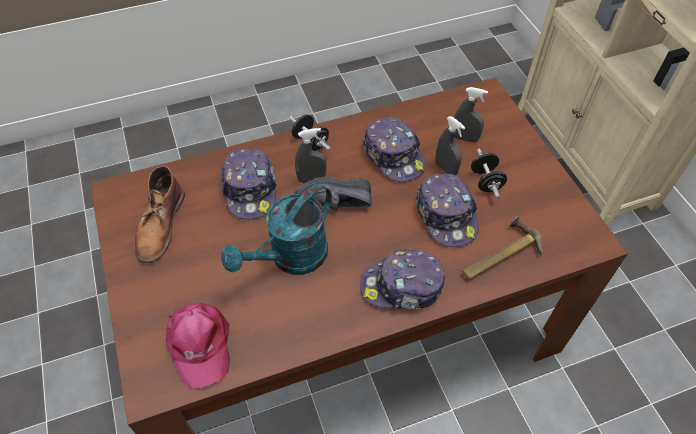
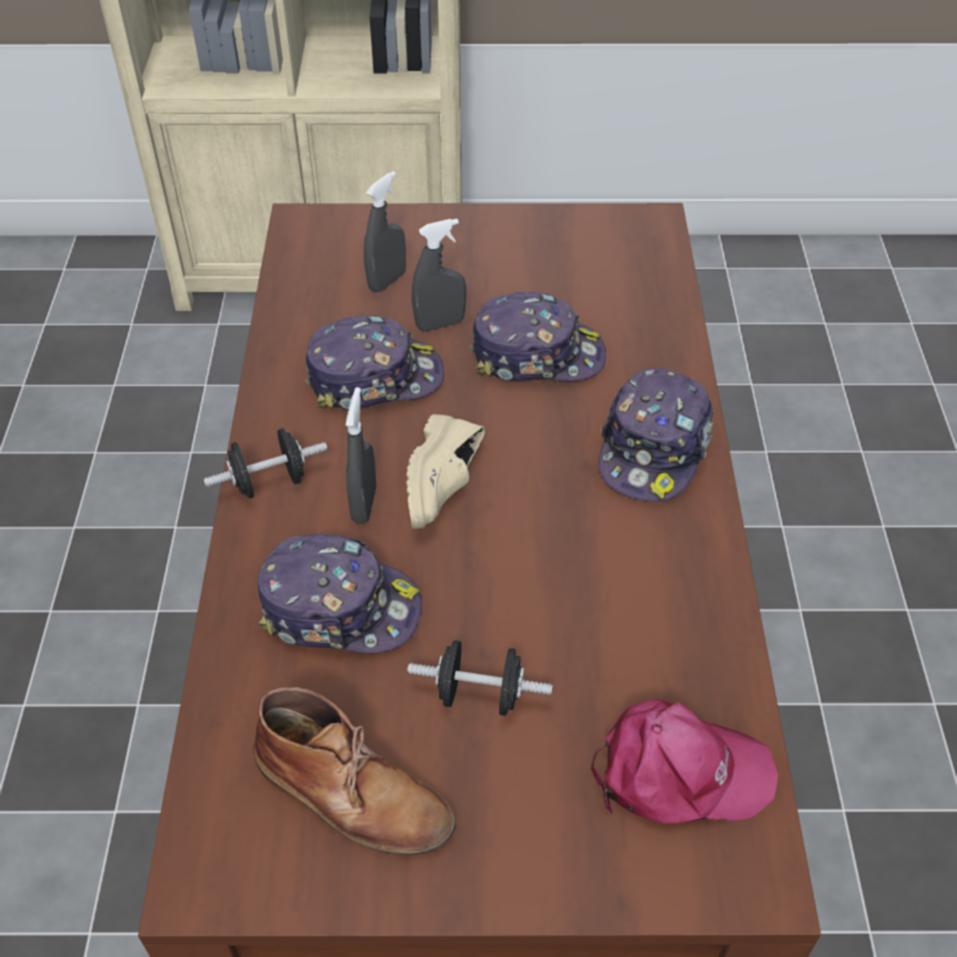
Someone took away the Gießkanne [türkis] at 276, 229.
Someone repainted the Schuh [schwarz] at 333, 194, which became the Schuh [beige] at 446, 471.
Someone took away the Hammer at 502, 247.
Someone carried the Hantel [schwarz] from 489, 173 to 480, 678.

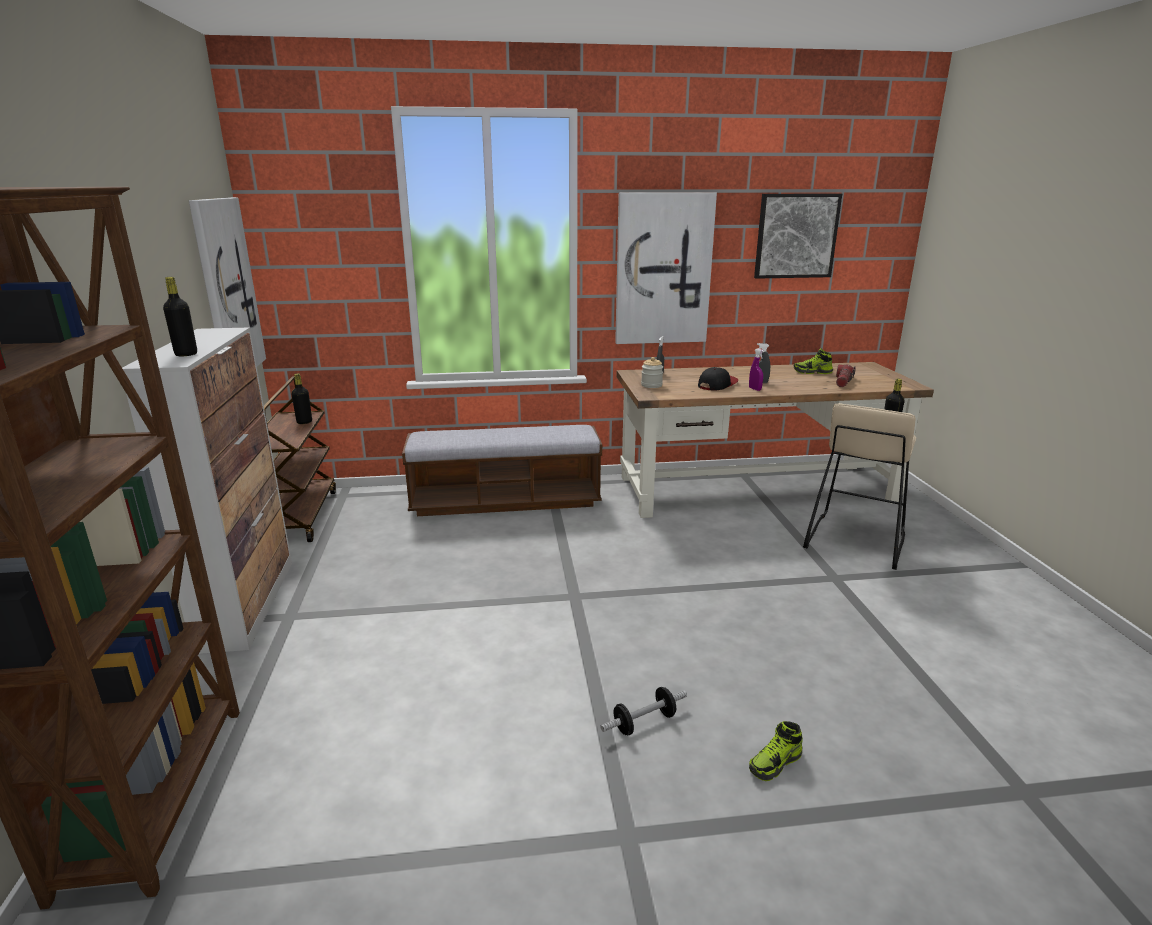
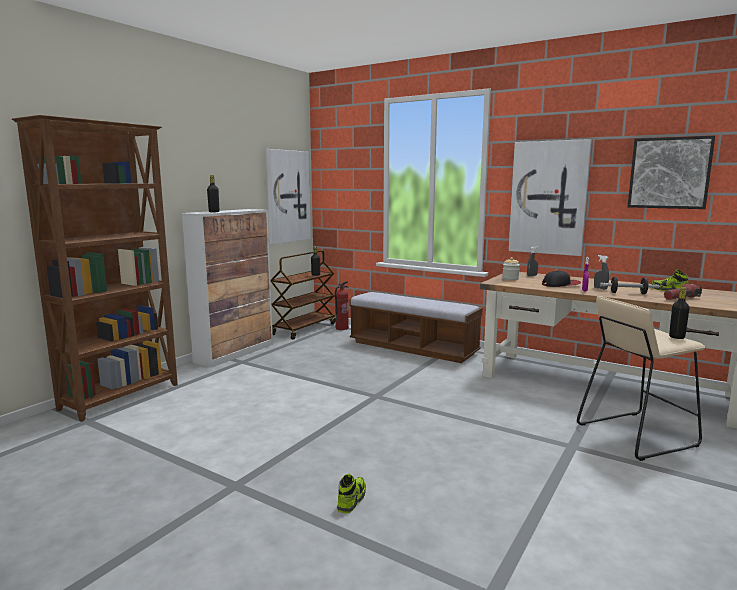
Someone carried the Hantel from 643, 711 to 629, 285.
Someone rotated the Schuh at 776, 751 by 105 degrees clockwise.
Someone put down the Feuerlöscher at 342, 305.

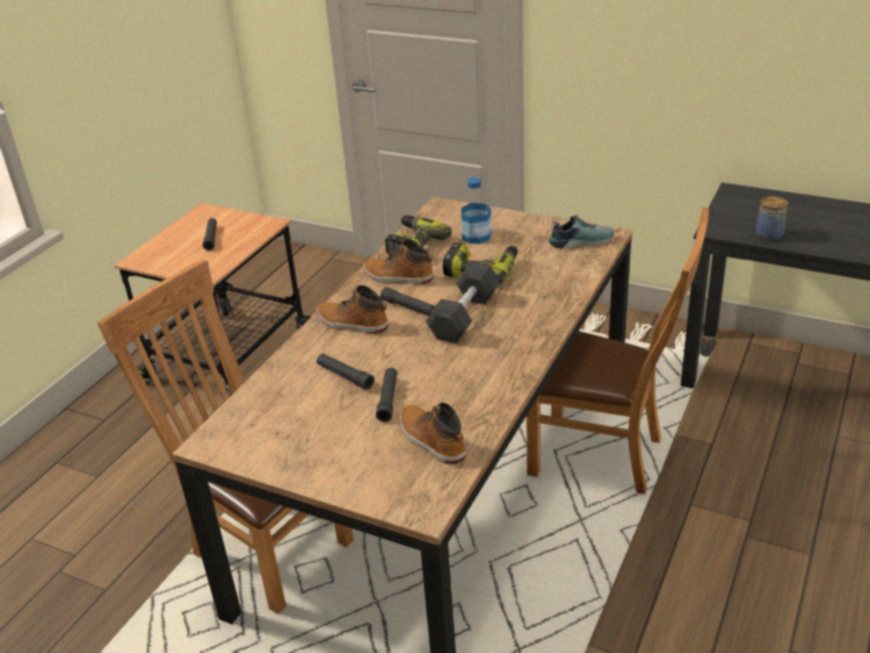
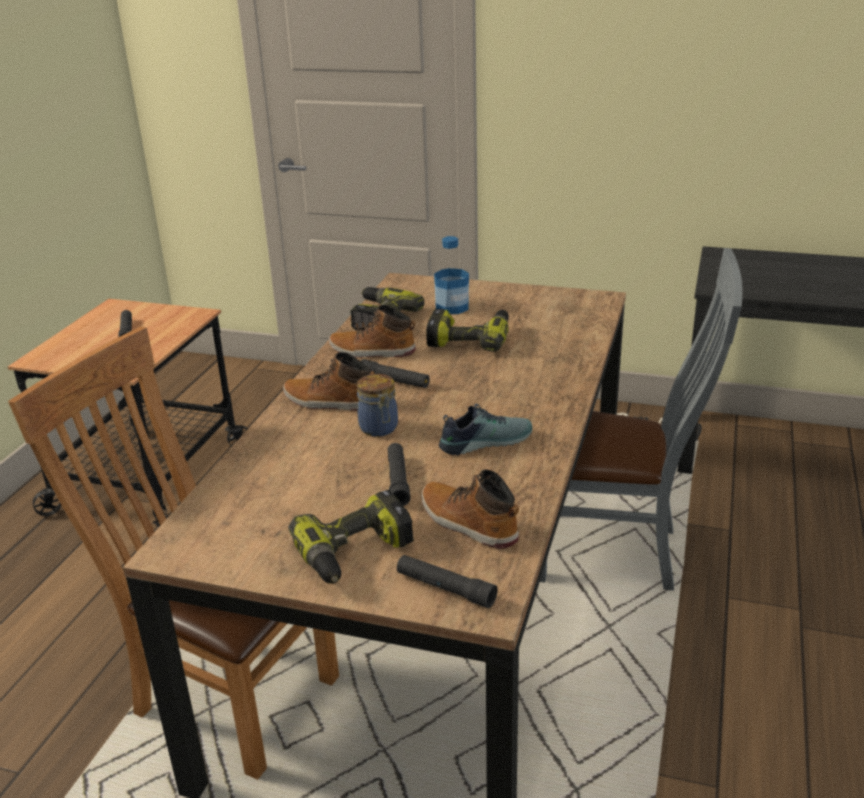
Someone carried the Taschenlampe [schwarz] from 345, 372 to 447, 581.
Someone took away the Hantel [schwarz] at 463, 302.
Someone repainted the Stuhl [braun] at 618, 350, which became the Stuhl [grau] at 641, 419.
Someone carried the Schuh from 581, 232 to 485, 429.
Someone carried the Vorratsglas from 772, 218 to 377, 405.
Someone put down the Bohrmaschine at 351, 537.

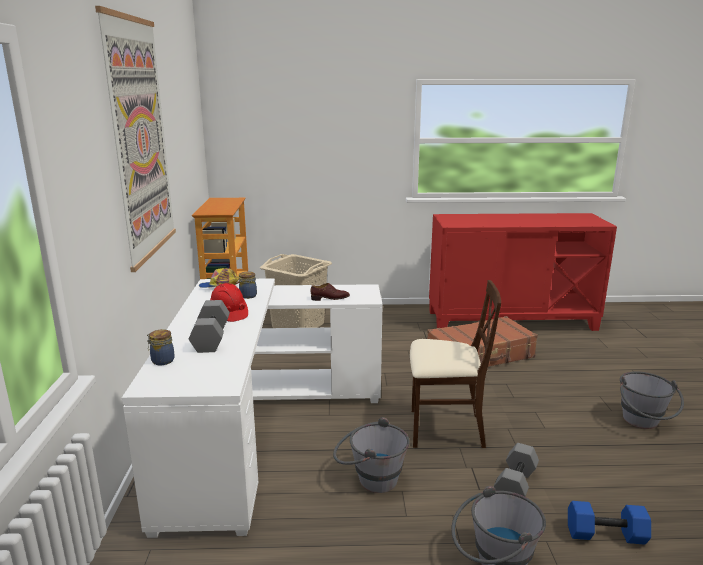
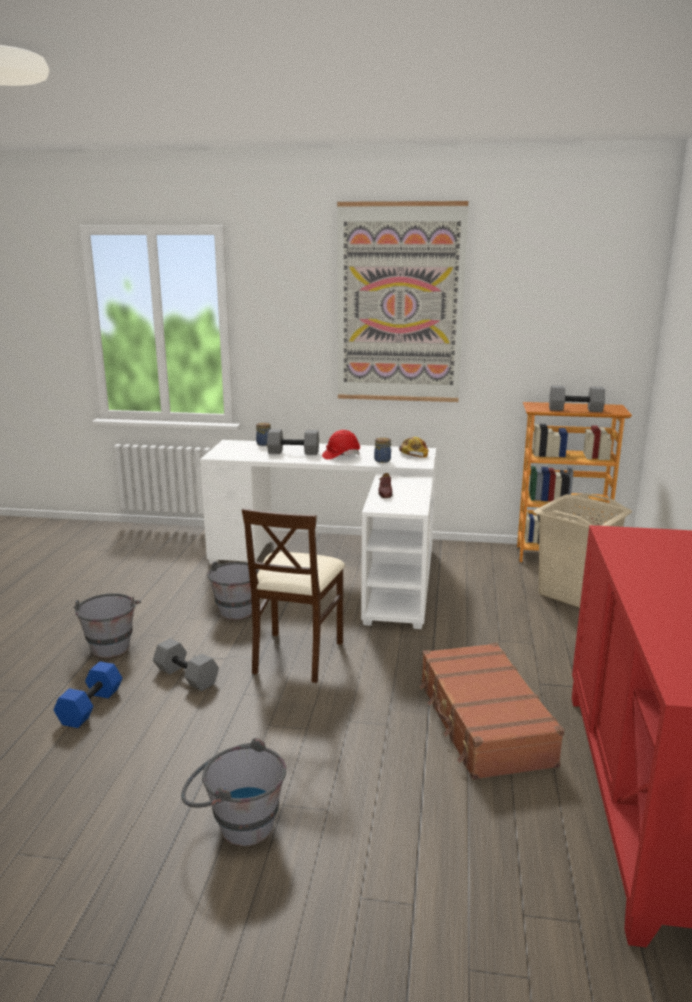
Someone put down the Hantel [grau] at 577, 398.

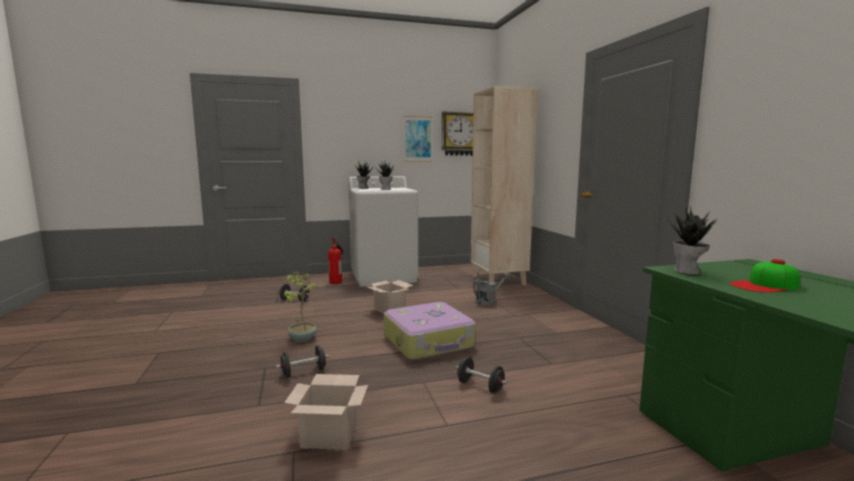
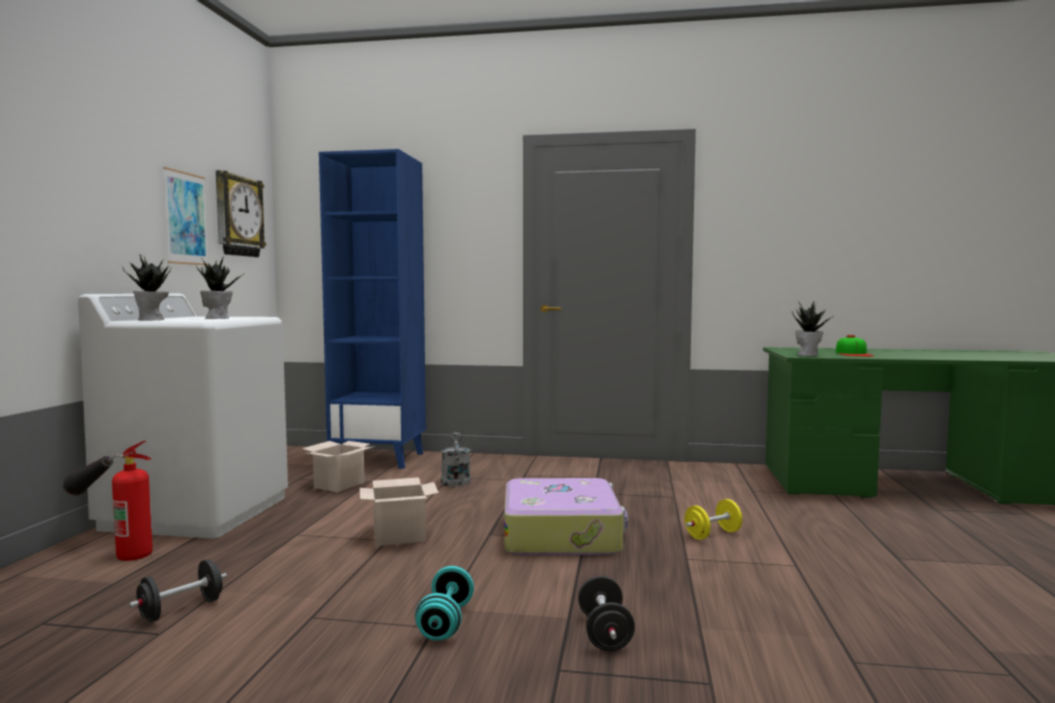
Someone swapped the Topfpflanze at 301, 307 for the Hantel [türkis] at 444, 603.
Someone carried the Karton from 326, 412 to 338, 466.
Someone repainted the Hantel [schwarz] at 481, 375, which became the Hantel [gelb] at 713, 519.
Someone repainted the Bücherregal [beige] at 504, 186, which became the Bücherregal [blau] at 372, 309.

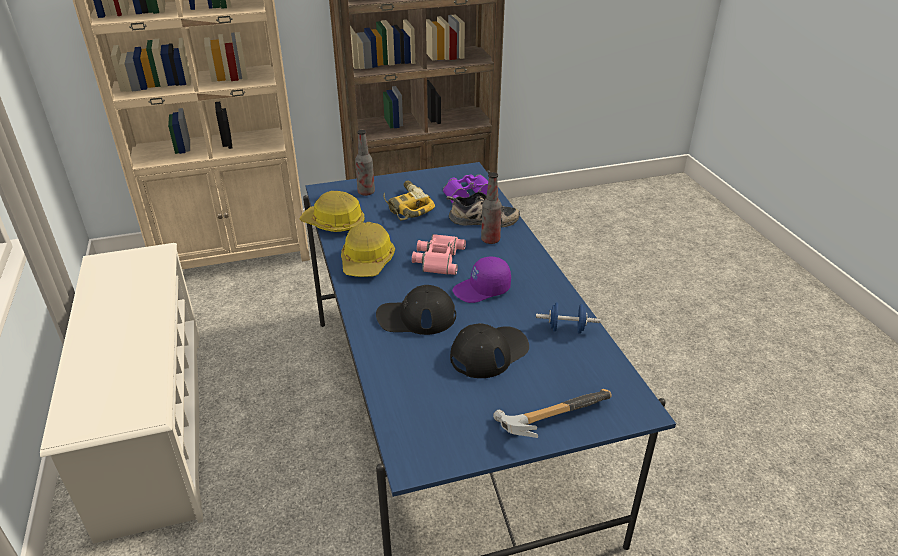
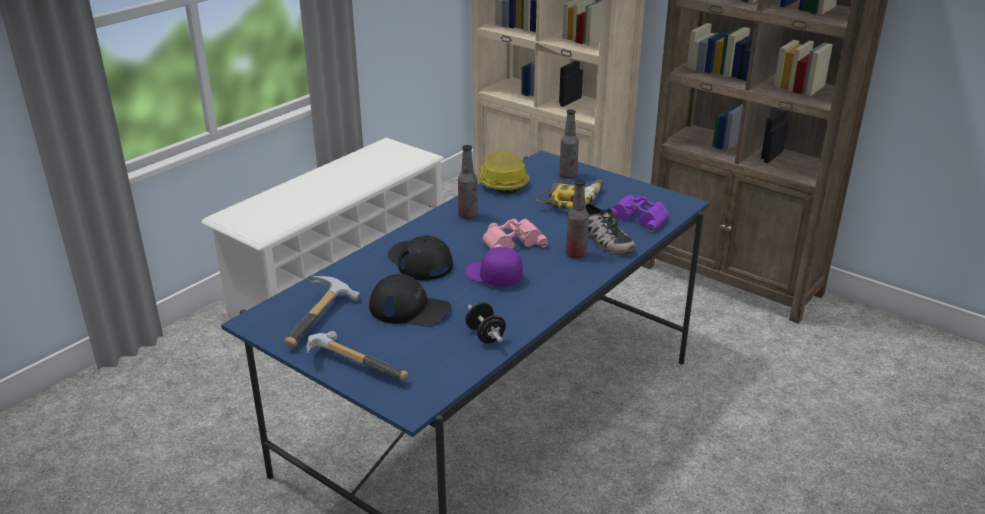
Someone swapped the Schutzhelm at 368, 249 for the Flasche at 468, 182.
Someone repainted the Hantel [blau] at 568, 318, which became the Hantel [schwarz] at 485, 322.
Someone put down the Hammer at 322, 311.

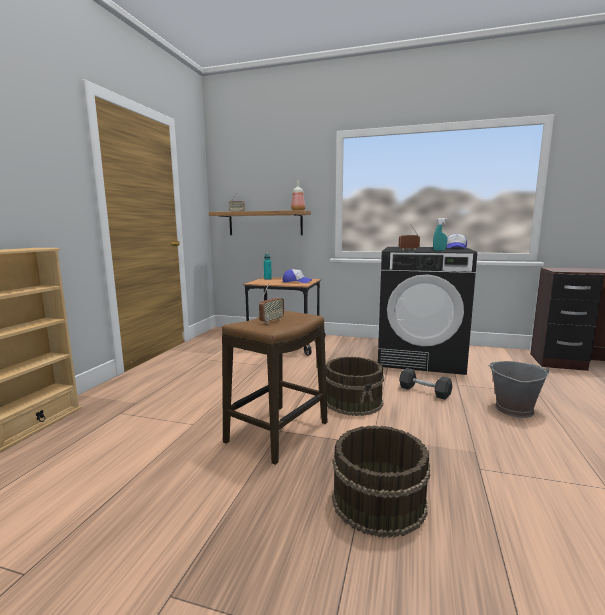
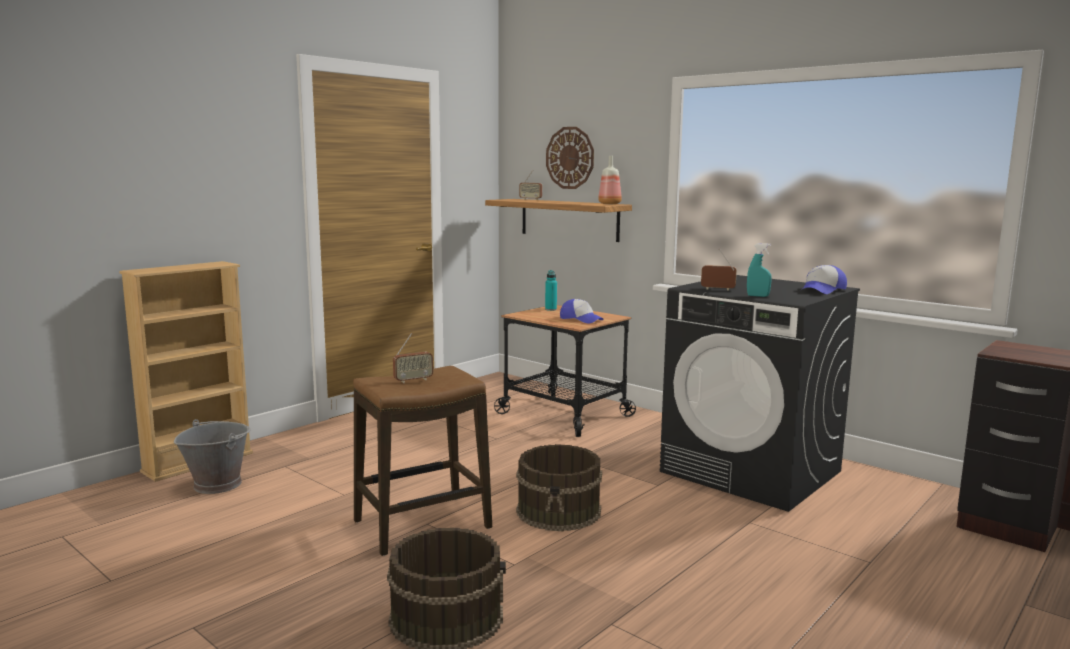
Someone took away the Hantel [grau] at 425, 384.
Someone carried the Eimer [grau] from 519, 389 to 212, 456.
Someone put up the Wanduhr at 570, 158.

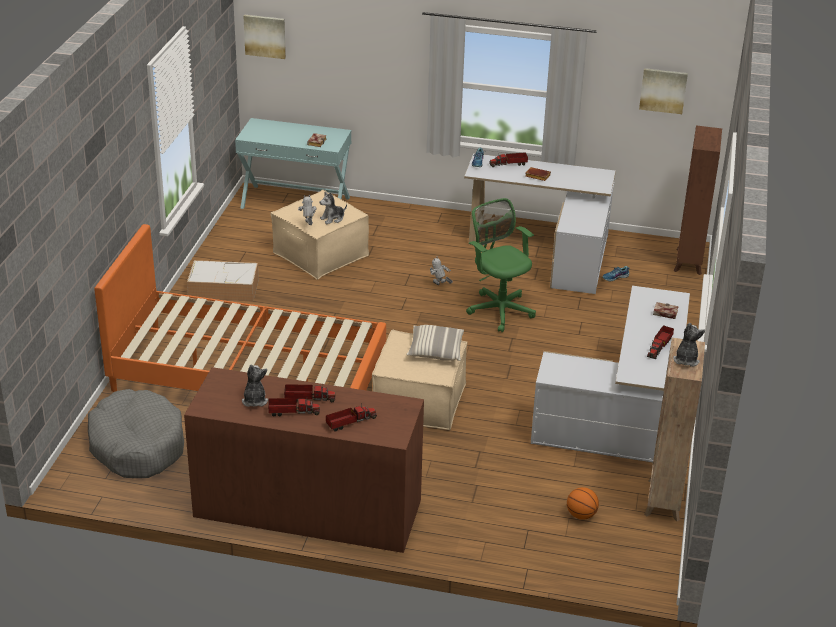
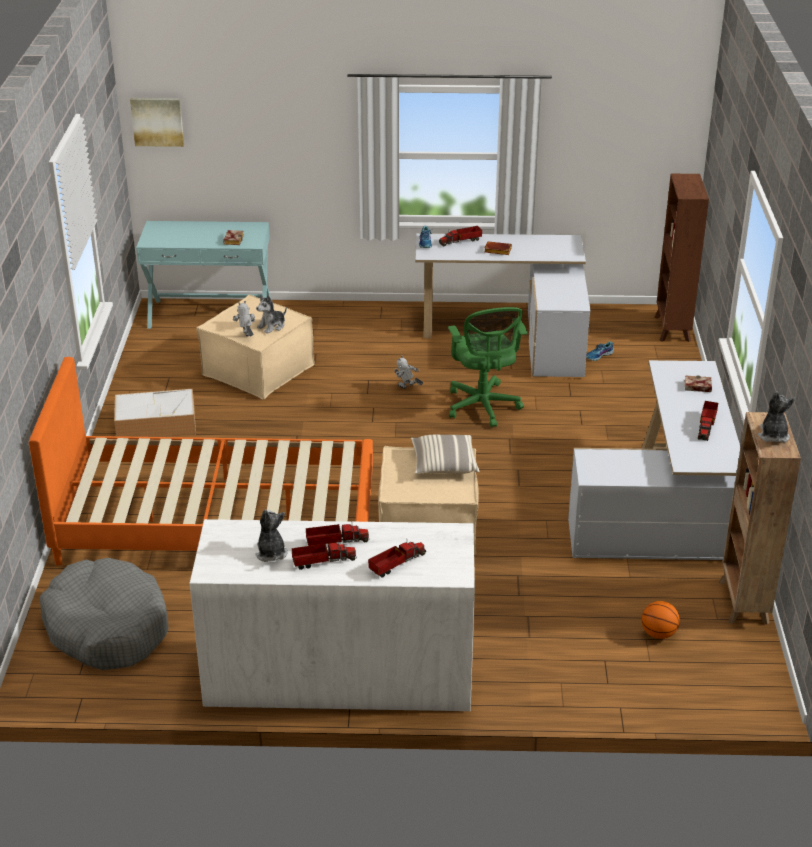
Someone repainted the Kommode [braun] at 304, 460, which became the Kommode [weiß] at 332, 615.
Someone rotated the Bürostuhl [grün] at 501, 265 by 150 degrees counterclockwise.
Someone took away the Bild at 663, 91.

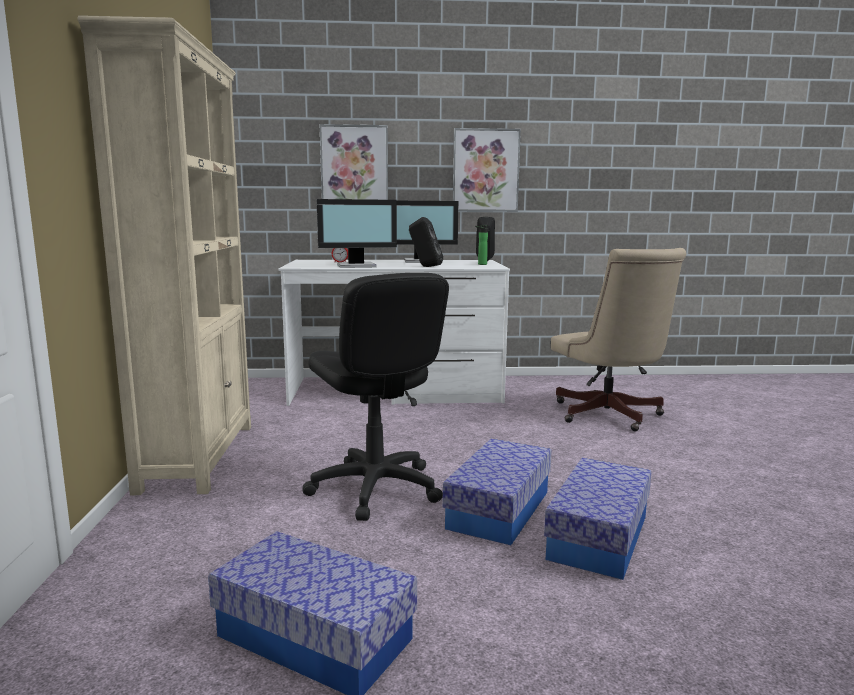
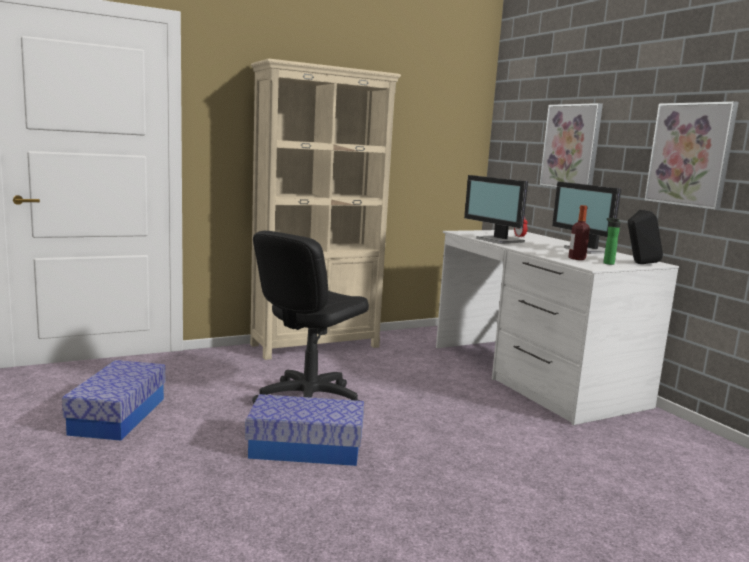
Someone took away the Lautsprecher [schwarz] at 426, 242.
Someone took away the Aufbewahrungsbox at 597, 519.
Someone took away the Bürostuhl [beige] at 618, 339.
Someone put down the Flasche at 579, 232.

